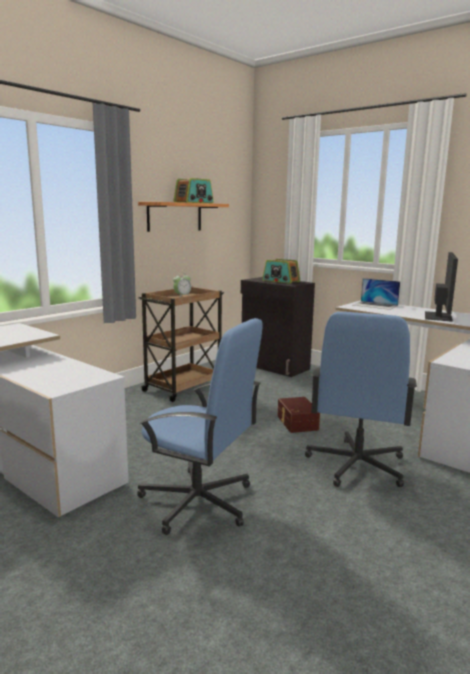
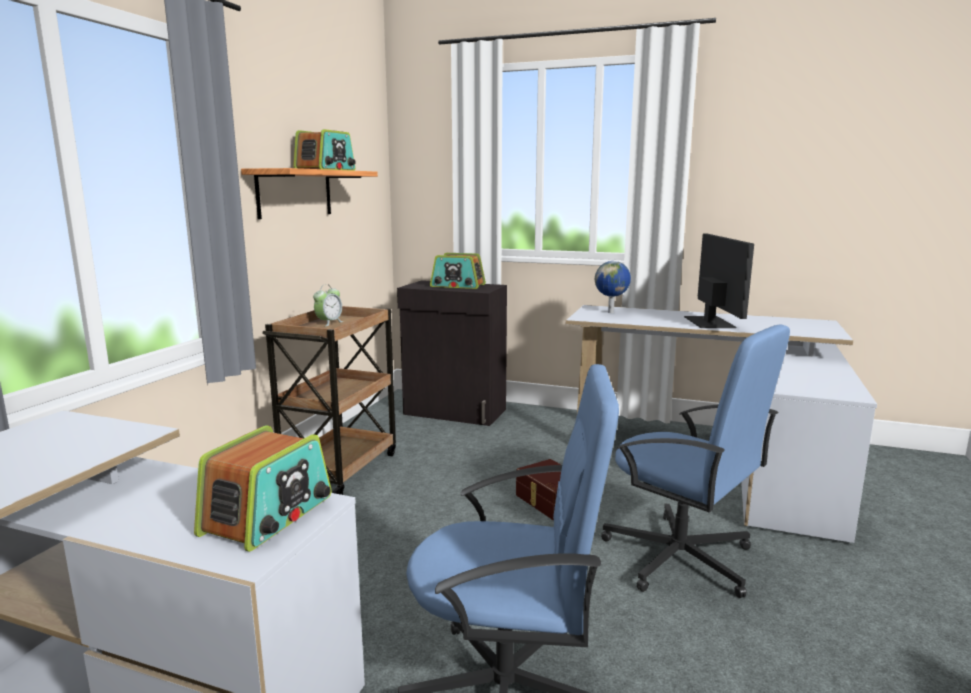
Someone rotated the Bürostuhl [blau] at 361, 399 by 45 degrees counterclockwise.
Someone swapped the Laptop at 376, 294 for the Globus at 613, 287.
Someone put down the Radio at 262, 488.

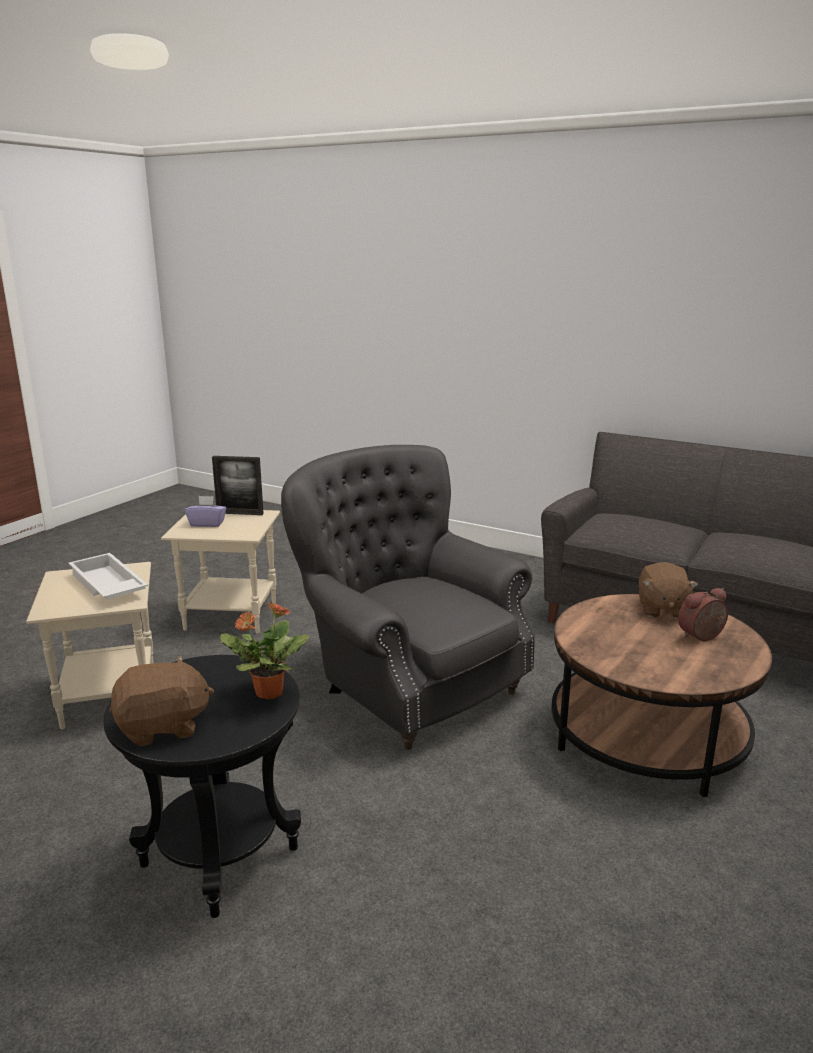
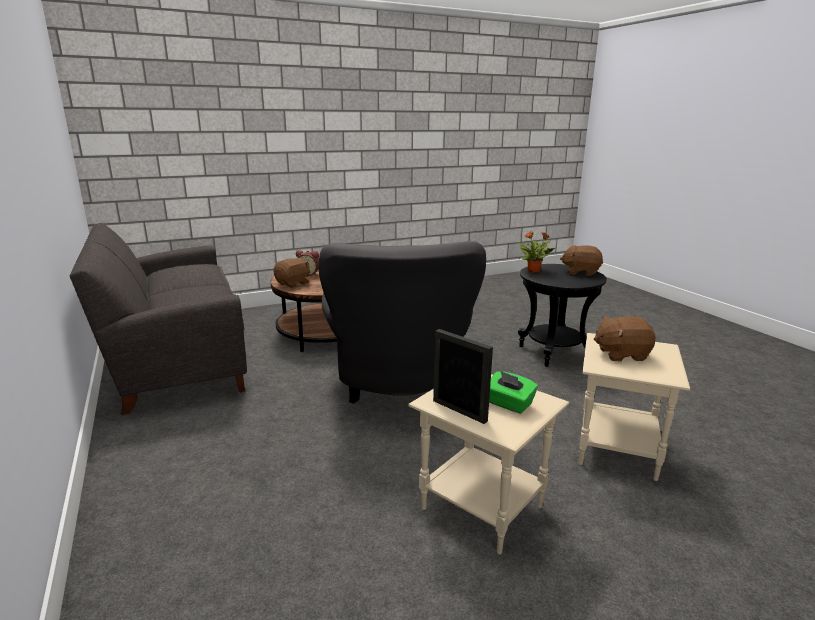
Someone swapped the Tablett [weiß] at 108, 576 for the Plüschtier [braun] at 625, 338.
Someone repainted the Taschentuchbox [lila] at 206, 511, which became the Taschentuchbox [grün] at 513, 392.

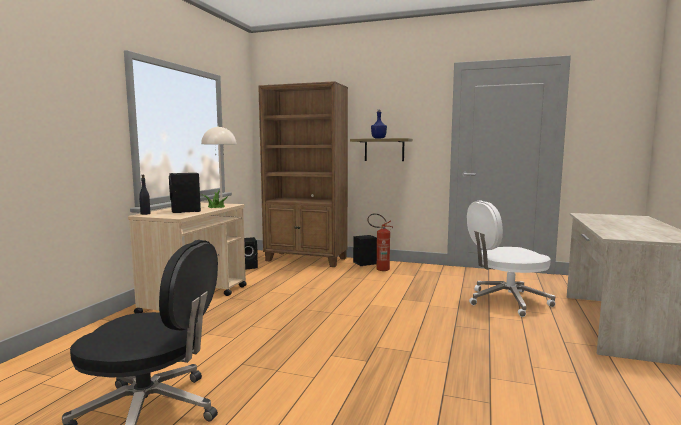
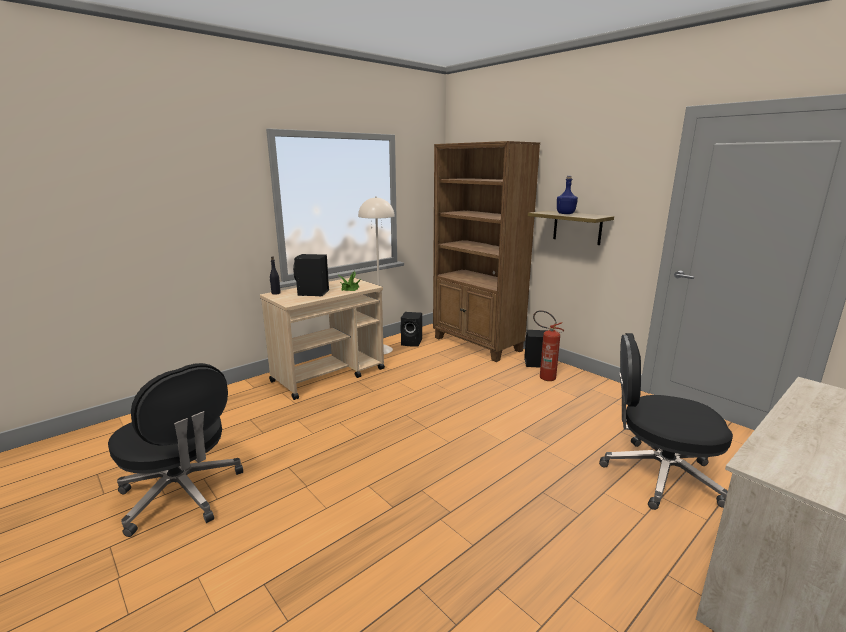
Someone repainted the Bürostuhl [weiß] at 511, 259, which became the Bürostuhl [schwarz] at 666, 421.

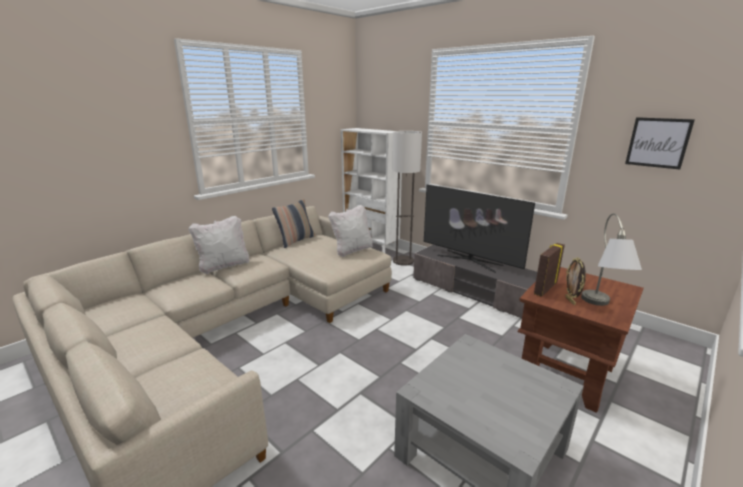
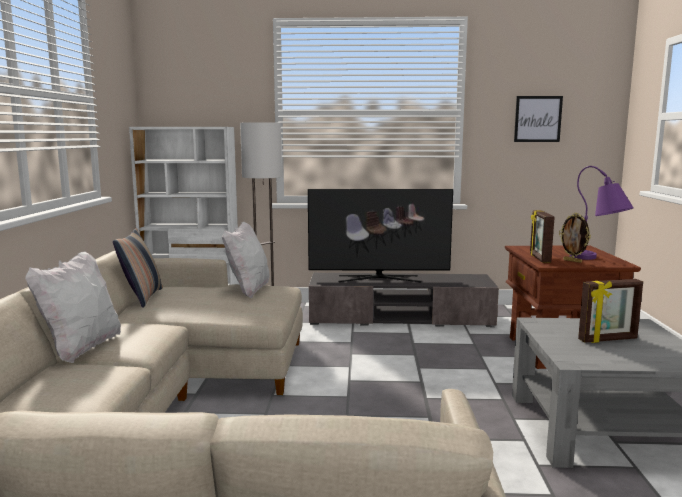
Someone repainted the Tischlampe [grau] at 611, 259, which became the Tischlampe [lila] at 602, 213.
Someone put down the Bilderrahmen at 610, 311.

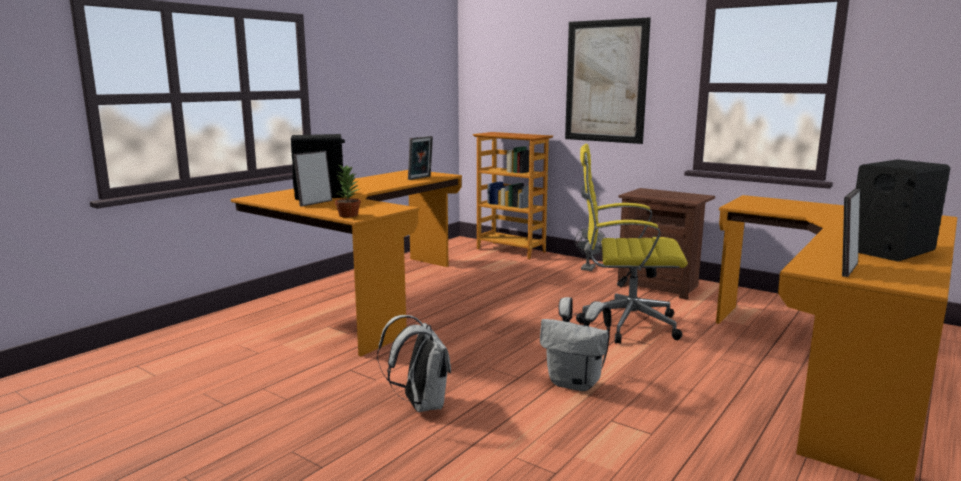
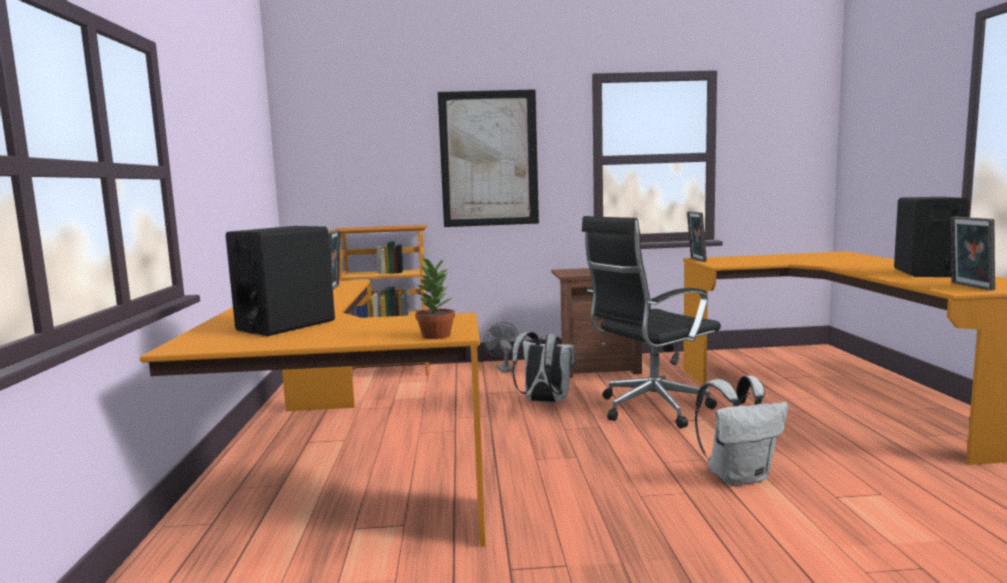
Someone carried the Bilderrahmen from 312, 179 to 697, 236.
Someone carried the Rucksack [weiß] from 414, 363 to 544, 367.
Someone repainted the Bürostuhl [gelb] at 632, 244, which became the Bürostuhl [schwarz] at 651, 322.

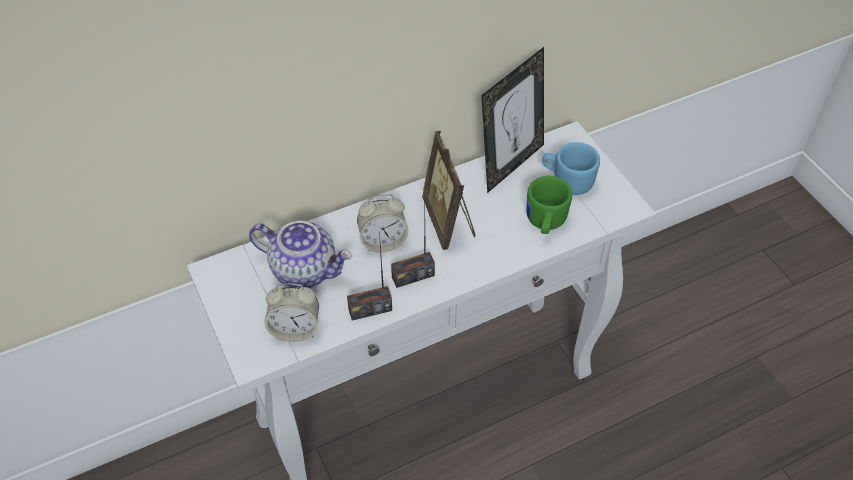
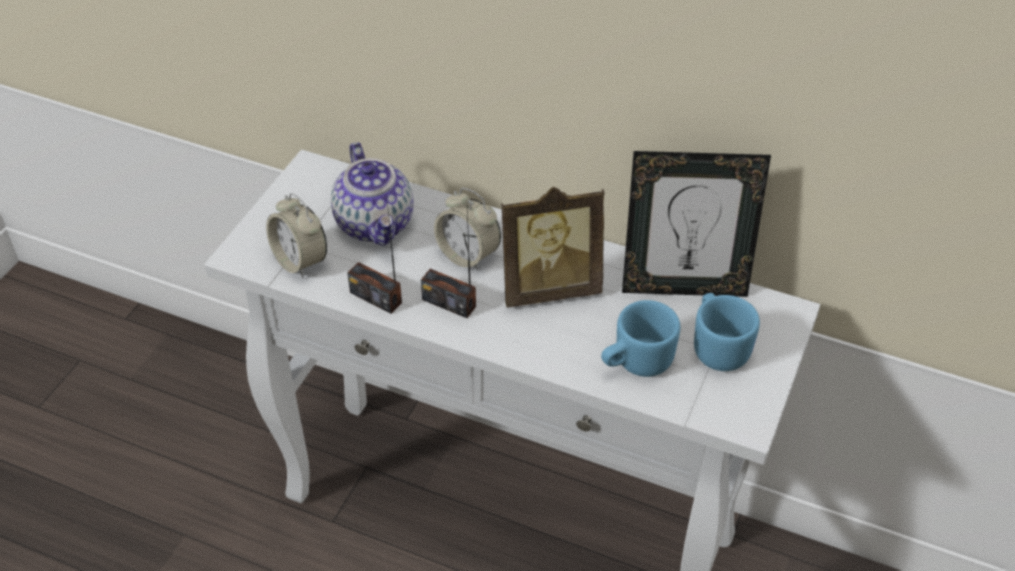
Someone rotated the Bilderrahmen at 449, 190 by 135 degrees counterclockwise.
Someone repainted the Henkelbecher [grün] at 549, 205, which became the Henkelbecher [blau] at 640, 338.

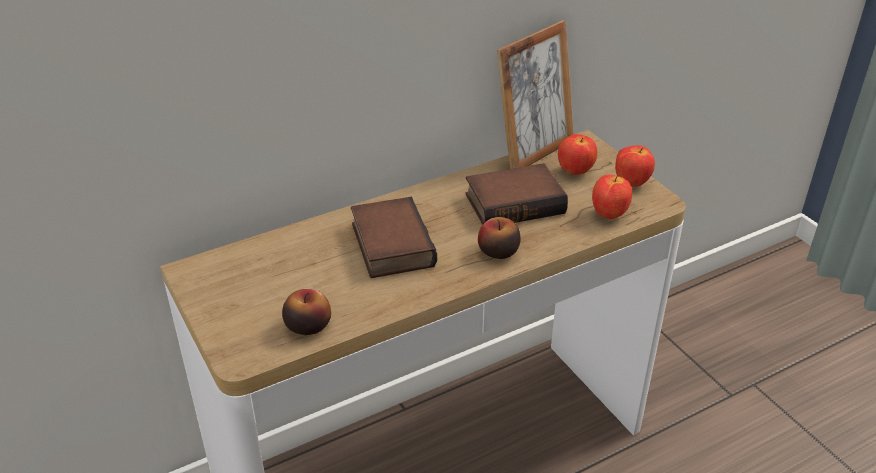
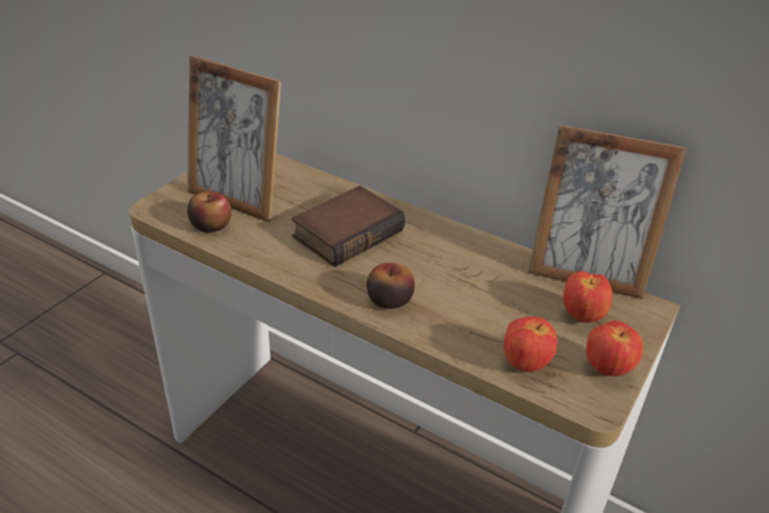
Someone took away the Buch at 516, 193.
Someone put down the Bilderrahmen at 234, 138.

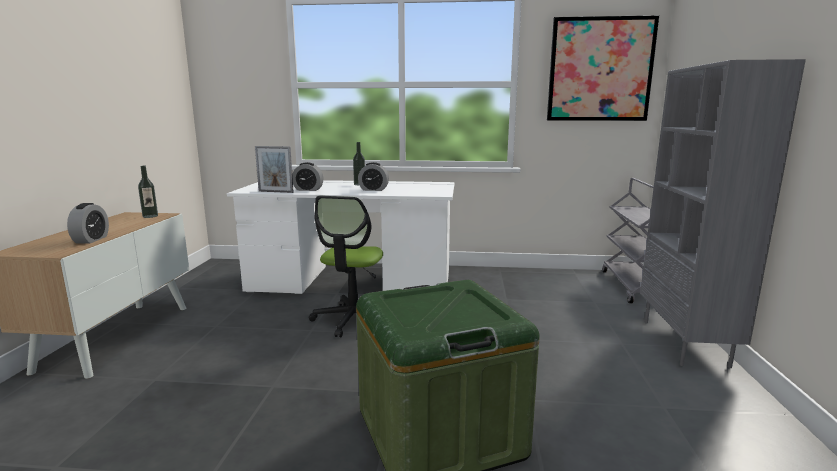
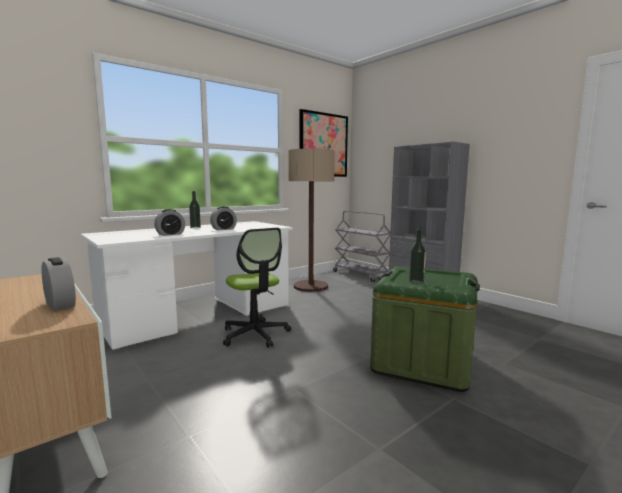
Someone carried the Flasche from 148, 192 to 417, 256.
Someone took away the Bilderrahmen at 274, 169.
Someone put down the Stehlampe at 311, 220.

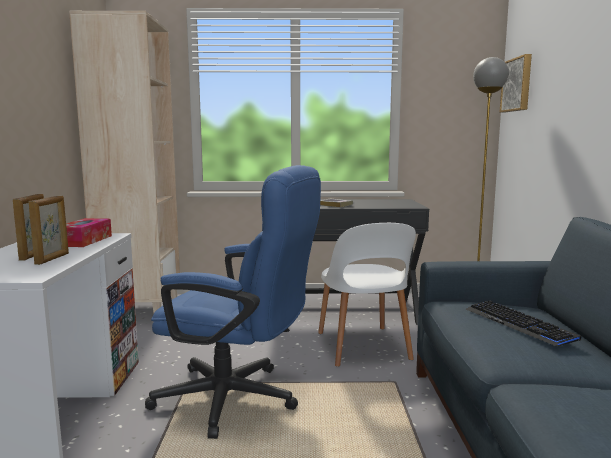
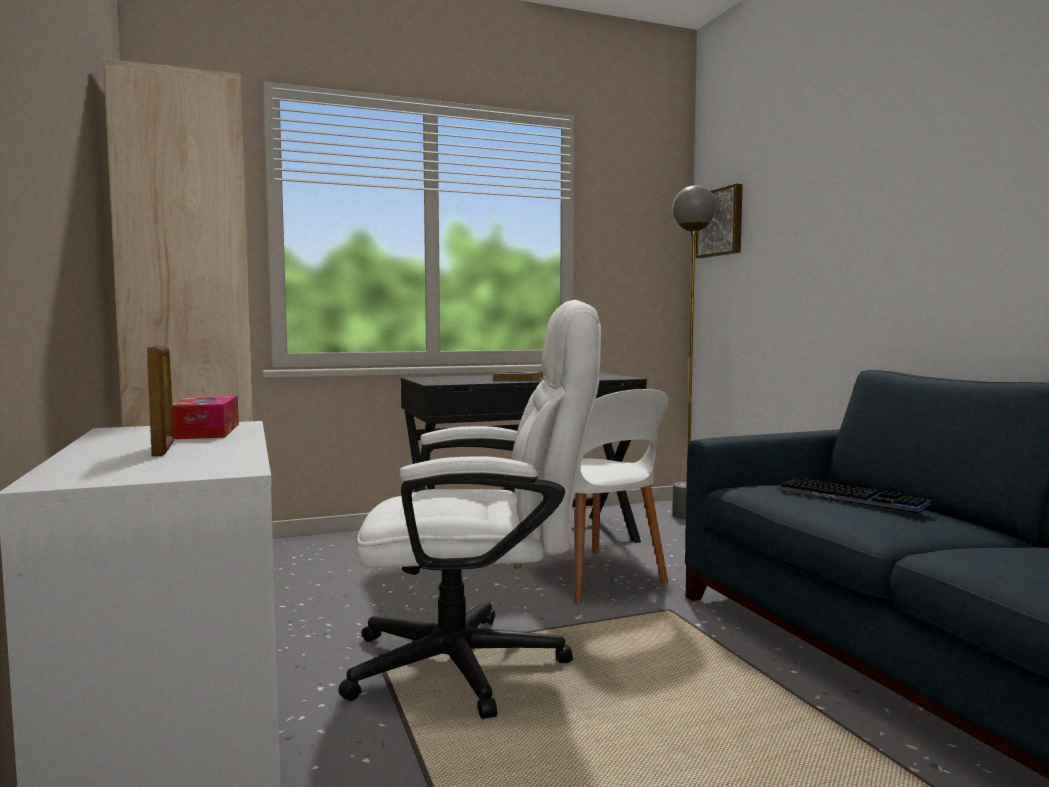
Someone took away the Bilderrahmen at 49, 230.
Someone repainted the Bürostuhl [blau] at 233, 302, which became the Bürostuhl [weiß] at 469, 509.

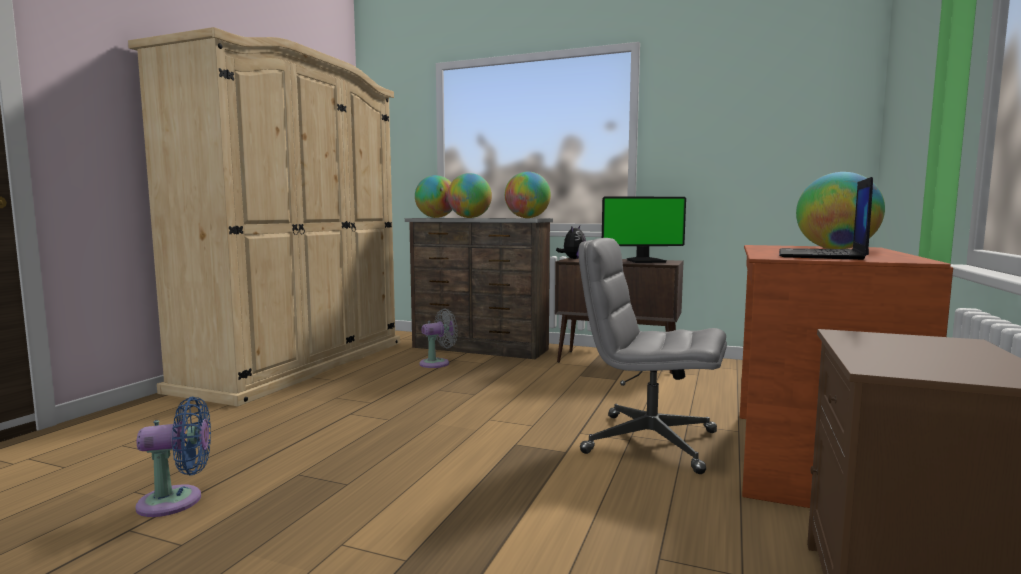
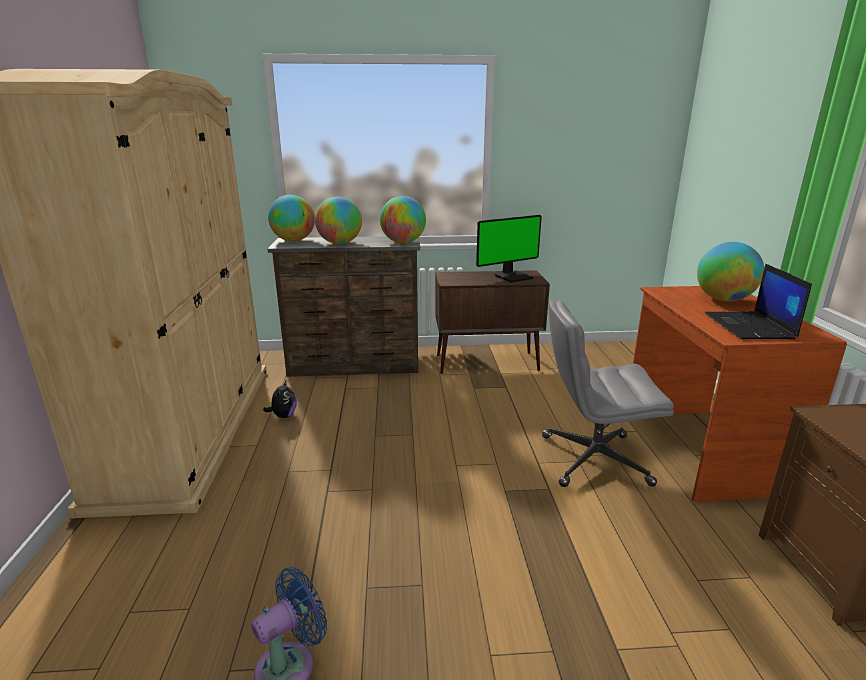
Someone took away the Ventilator [grau] at 438, 338.
Someone carried the Plüschtier from 571, 242 to 280, 399.

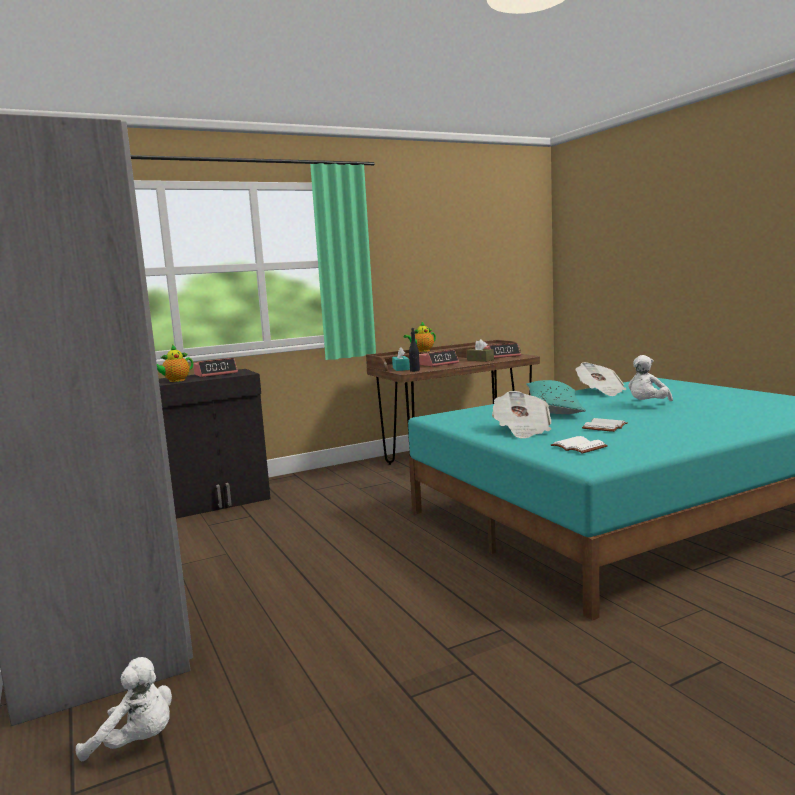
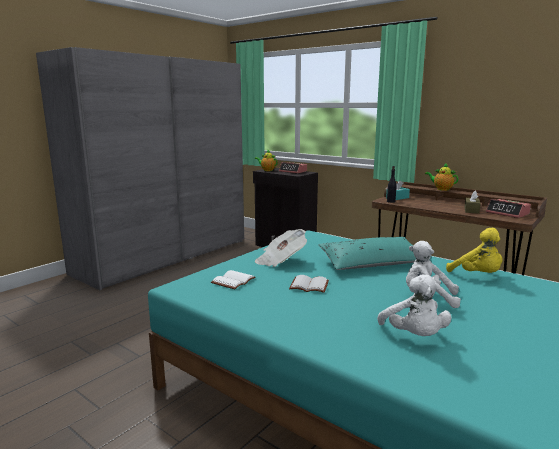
Someone carried the Plüschtier [weiß] from 124, 709 to 414, 305.
Someone took away the Wecker at 439, 358.
Someone swapped the Zeitung at 600, 379 for the Plüschtier [gelb] at 474, 250.

